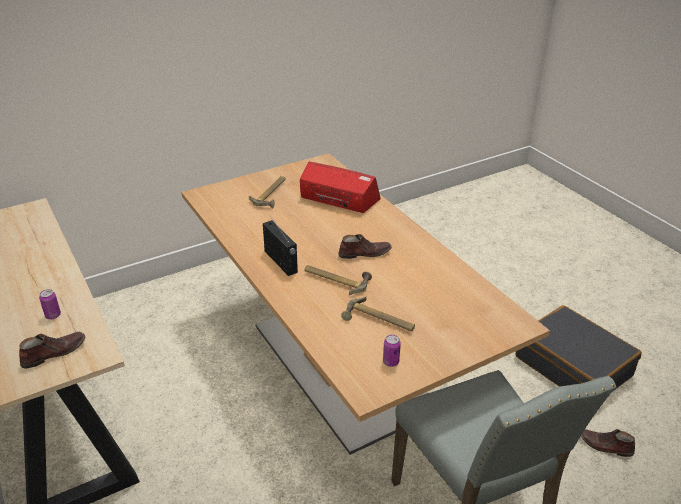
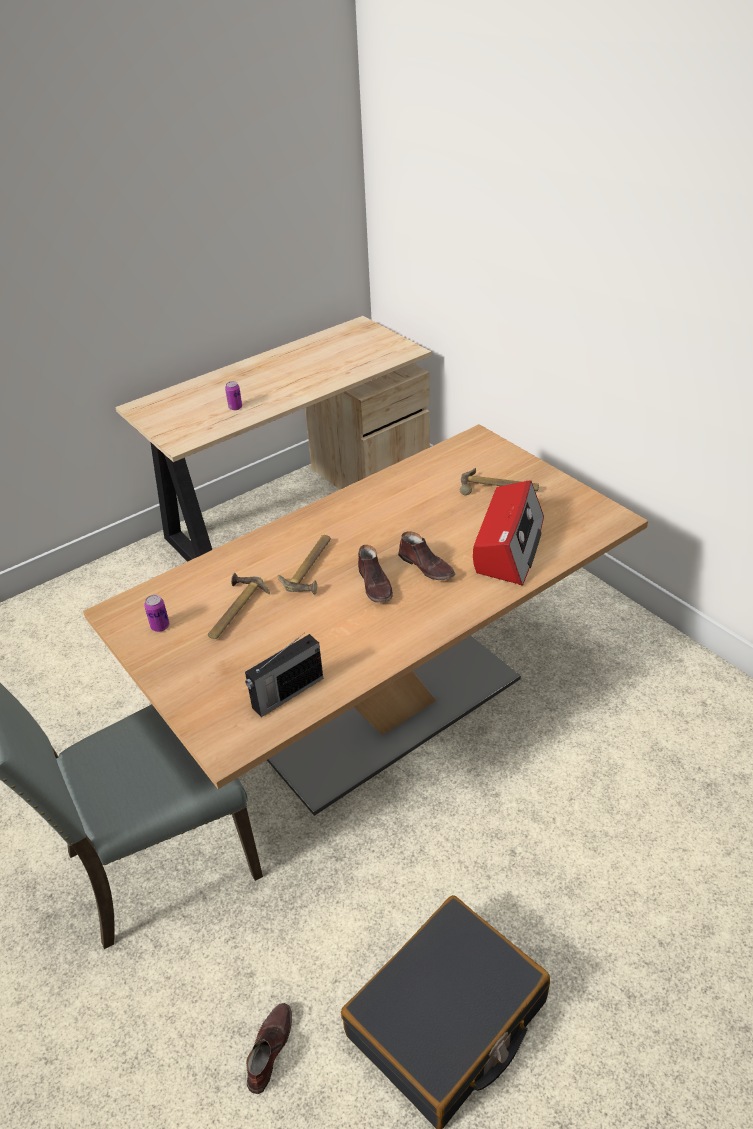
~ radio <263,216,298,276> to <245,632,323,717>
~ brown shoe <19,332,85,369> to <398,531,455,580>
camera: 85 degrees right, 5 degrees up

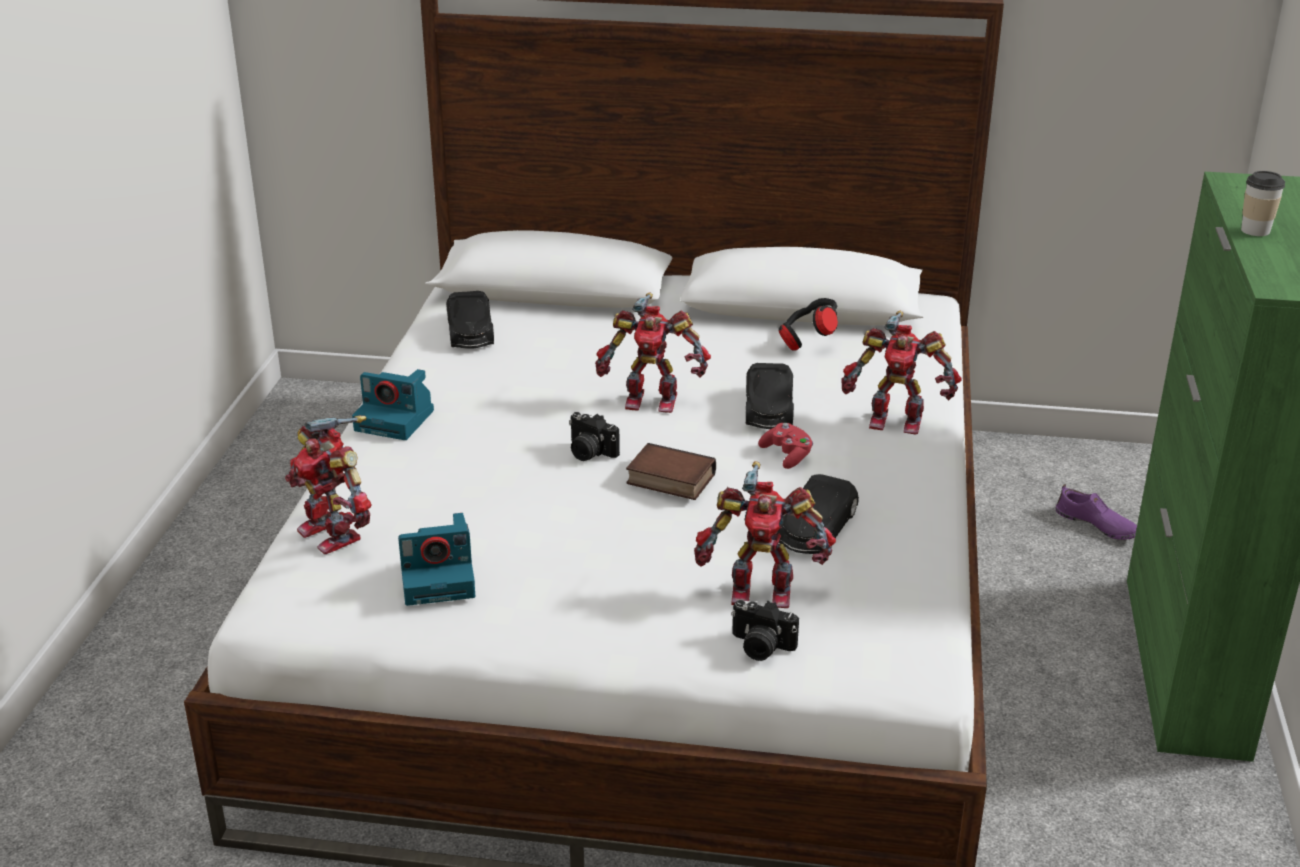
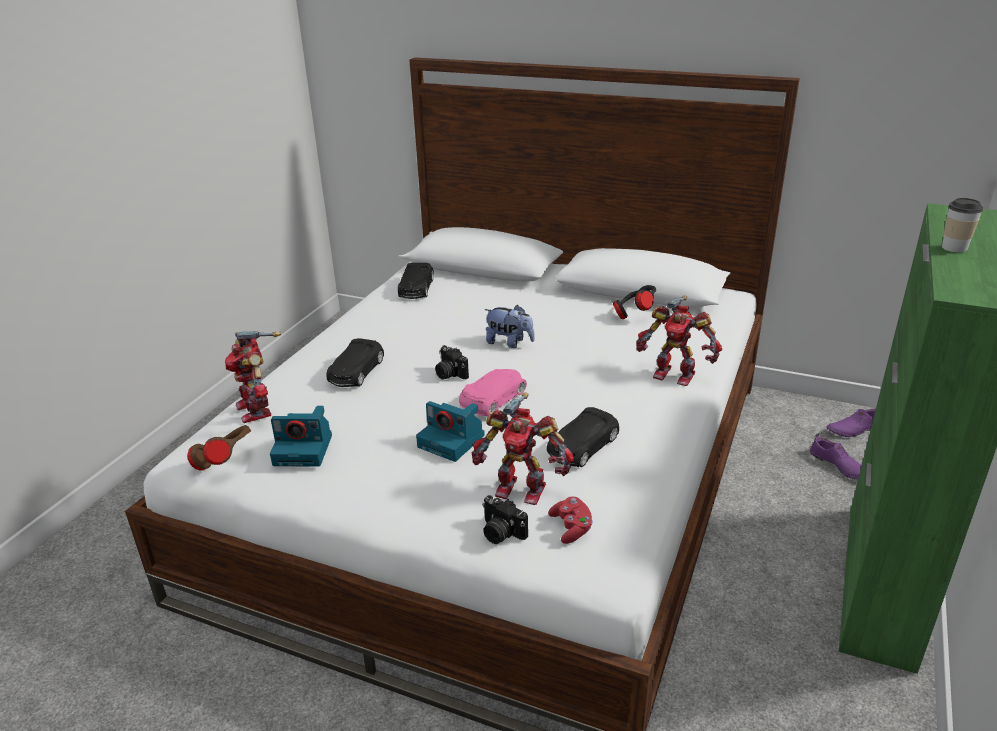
~ toy robot <595,292,711,413> to plush toy <484,305,535,348>
~ black toy car <746,363,794,429> to <326,338,384,387>
~ photo camera <352,369,434,440> to <416,401,485,462>
~ red game controller <758,423,813,469> to <548,496,593,544>
~ book <626,443,716,500> to pink toy car <459,369,527,416>
+ purple shoe <826,408,876,437>
+ brown headphones <187,425,251,471>
camera: 15 degrees right, 0 degrees up

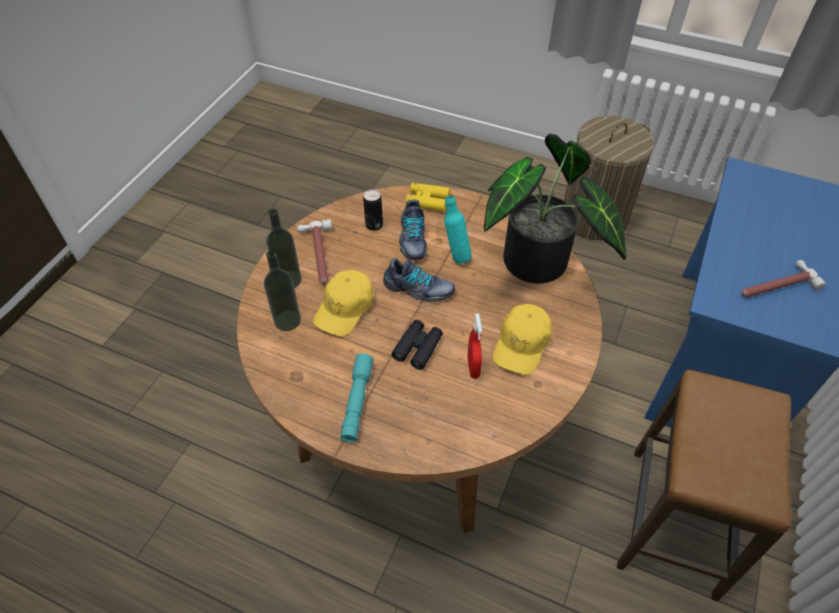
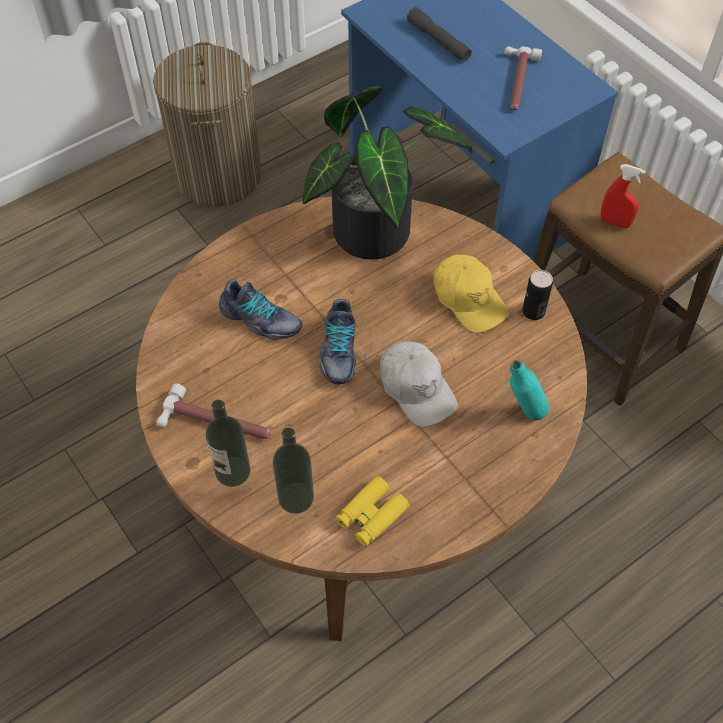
~ yellow binoculars <406,183,450,212> to <336,476,409,546>
~ can <363,189,383,230> to <522,270,553,320>
~ turquoise bottle <444,195,471,264> to <510,360,549,421>
~ shoe <383,258,455,302> = <319,299,356,384> 135 degrees clockwise
- yellow cap <313,270,373,336>
~ red spray bottle <467,314,482,379> to <600,164,646,228>
~ black binoculars <391,319,443,370> to white cap <380,342,458,427>
- turquoise flashlight <340,353,374,442>
+ grey flashlight <407,7,472,62>
camera: 60 degrees left, 5 degrees up

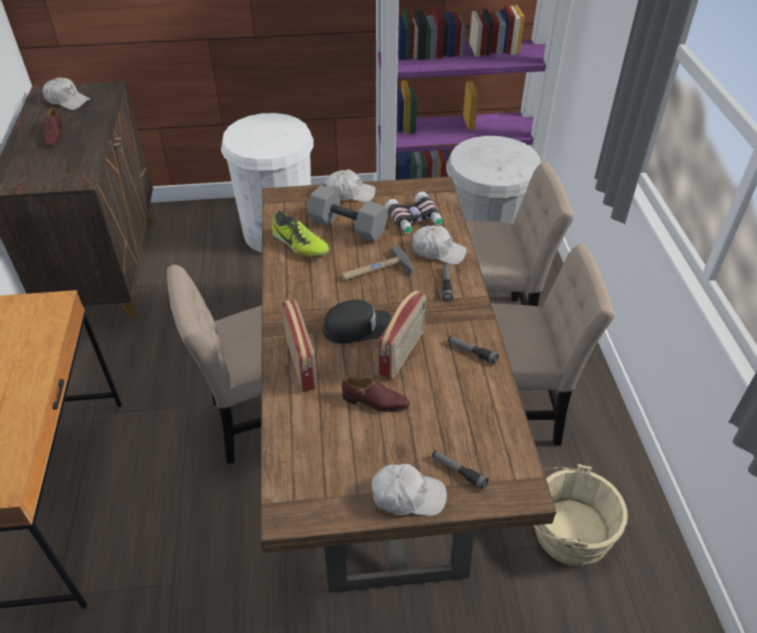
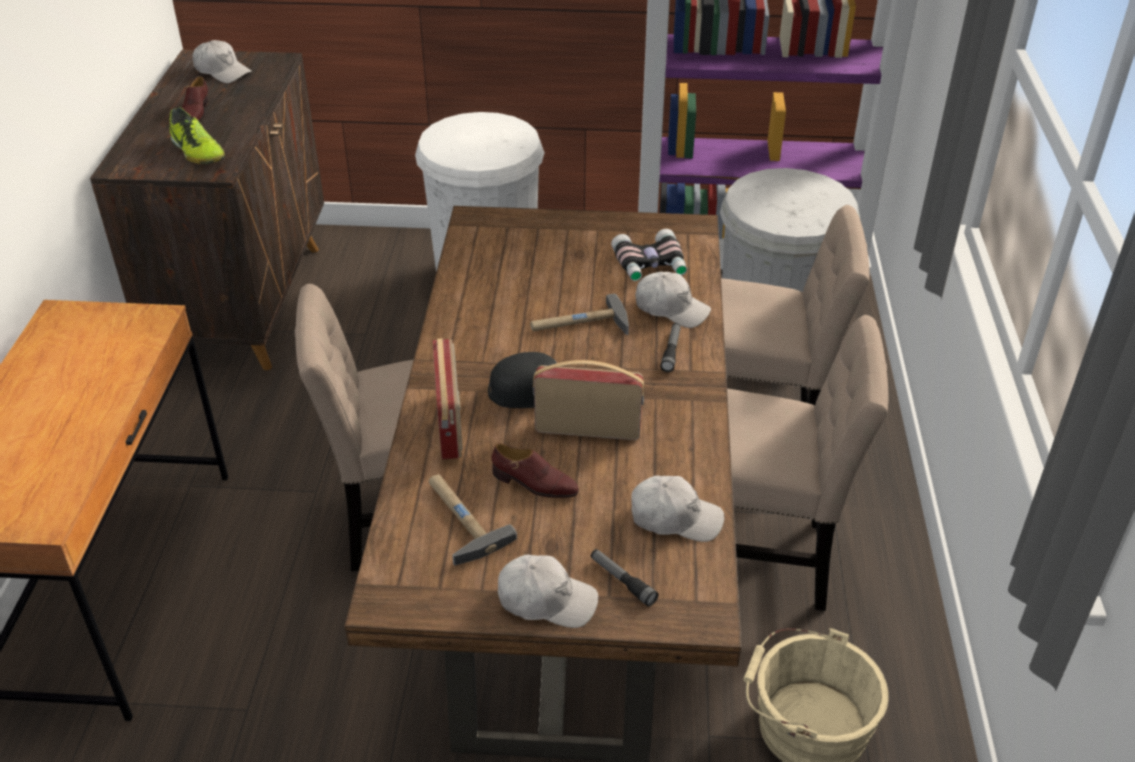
~ white cap <325,169,376,202> to <631,476,724,542>
- grey dumbbell <307,185,388,243>
~ shoe <272,210,330,258> to <170,107,225,164>
~ radio <379,291,426,379> = <533,360,644,440> 120 degrees counterclockwise
- flashlight <448,336,499,364>
+ hammer <428,475,517,566>
camera: 10 degrees right, 5 degrees down

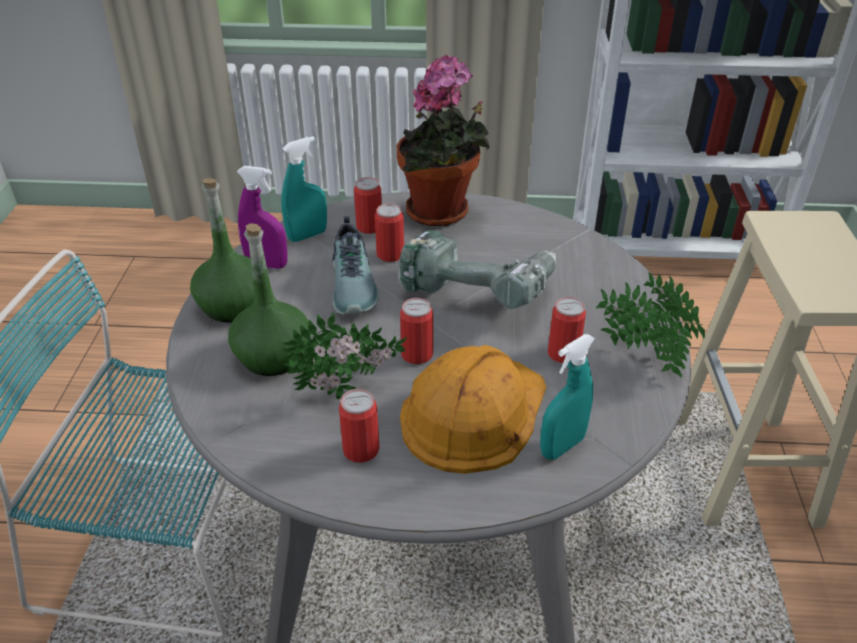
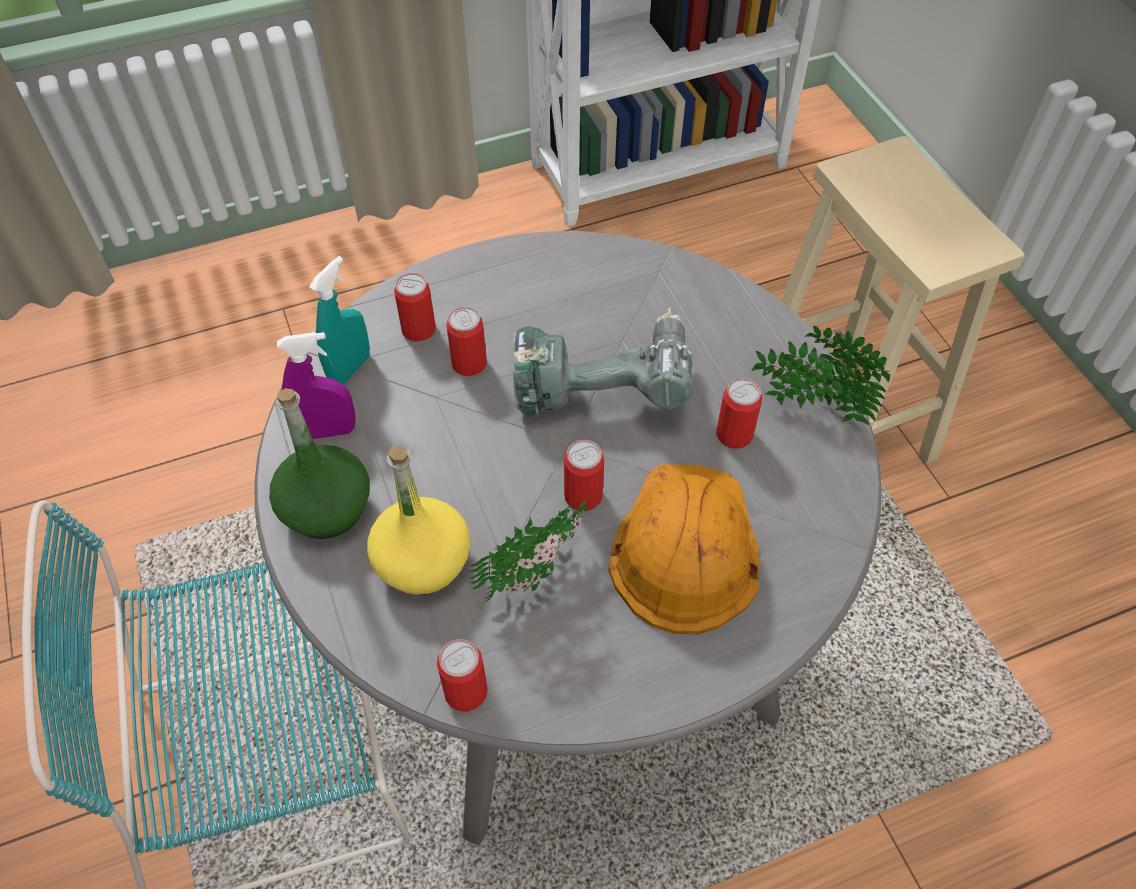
- potted plant <397,55,489,226>
- shoe <332,216,379,315>
~ green bottle <228,223,311,376> to yellow bottle <367,445,470,595>
- turquoise spray bottle <540,334,595,460>
~ can <339,389,380,463> to <437,639,488,712>
camera: 25 degrees left, 15 degrees up

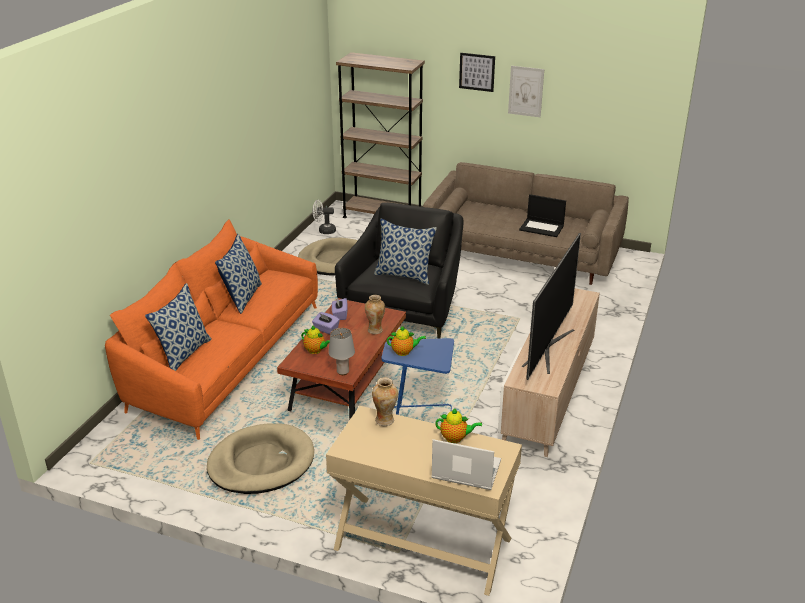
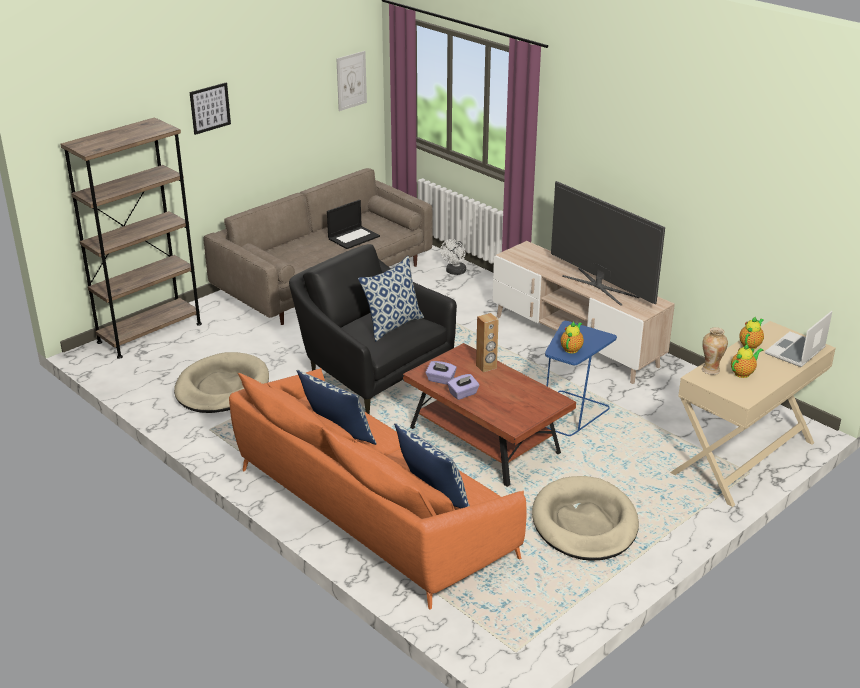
~ picture <508,66,544,117> to <336,51,367,111>
~ white fan <313,200,336,234> to <440,239,466,275>
~ vase <365,295,385,334> to brown speaker <476,313,499,372>
~ teapot <301,325,330,354> to <731,344,763,378>
- grey table lamp <328,328,355,375>
camera: 65 degrees left, 0 degrees up

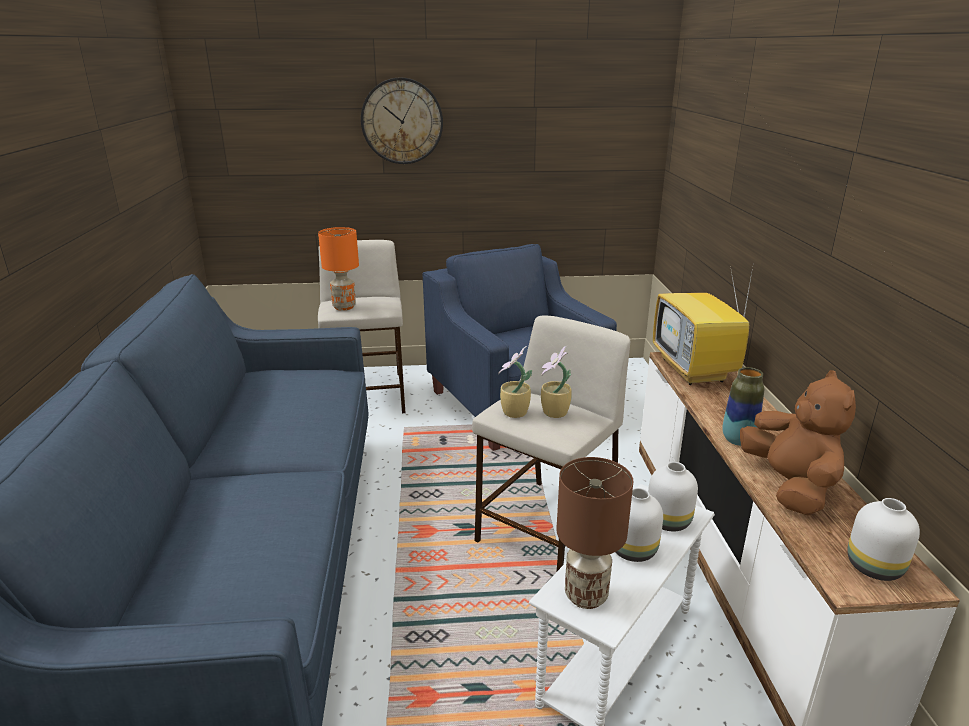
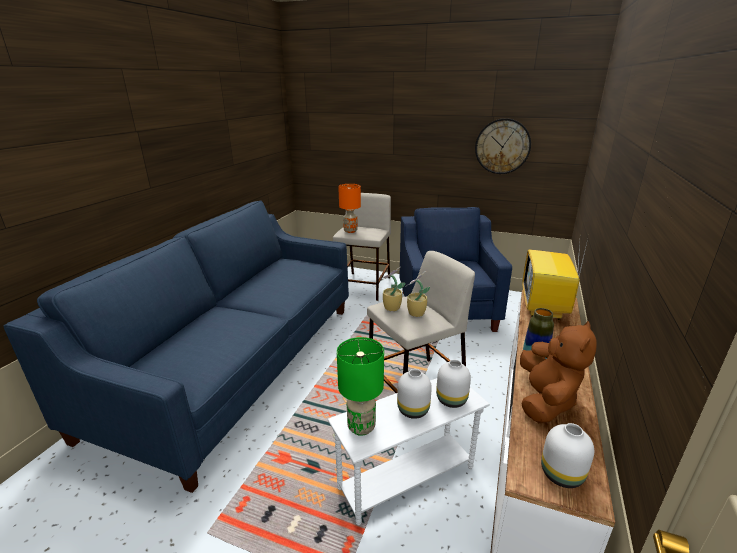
~ wall clock <361,77,443,164> to <475,118,531,174>
~ brown table lamp <556,457,633,609> to green table lamp <337,337,384,436>
camera: 25 degrees right, 0 degrees up

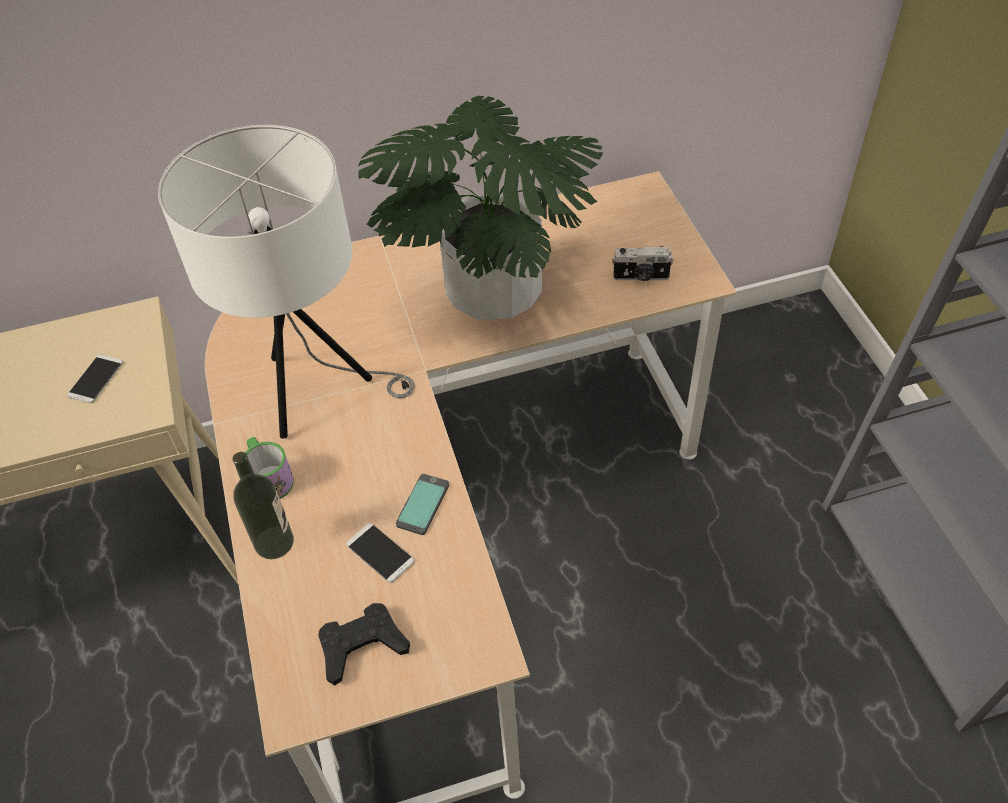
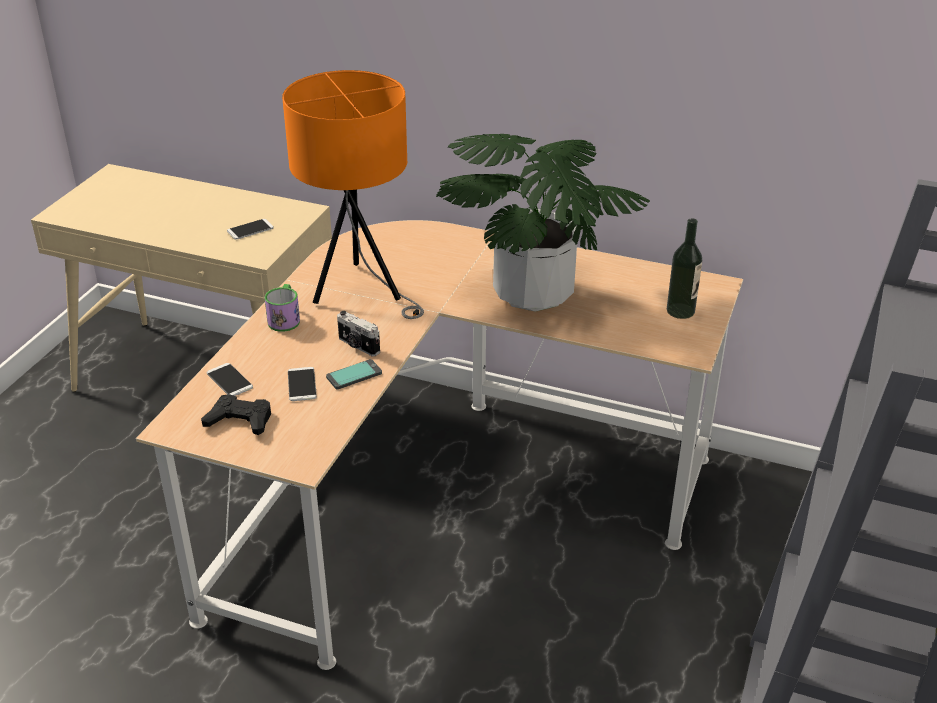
~ white table lamp <158,125,415,439> to orange table lamp <282,70,424,319>
~ photo camera <612,246,674,281> to <337,311,380,356>
~ bottle <232,452,294,559> to <667,218,702,319>
+ phone <207,363,253,396>
camera: 35 degrees right, 15 degrees down

